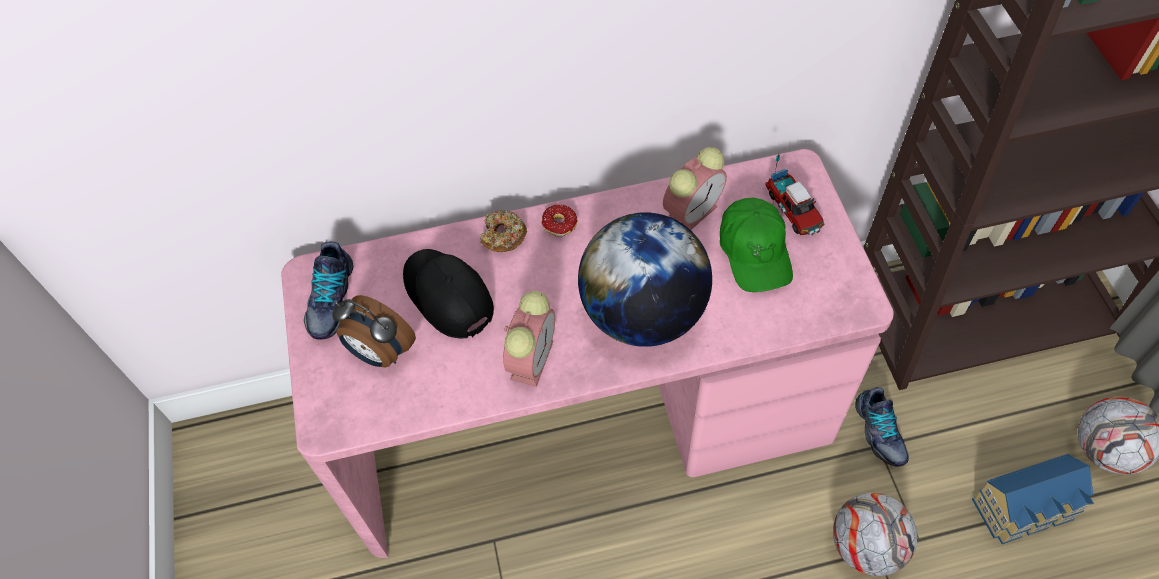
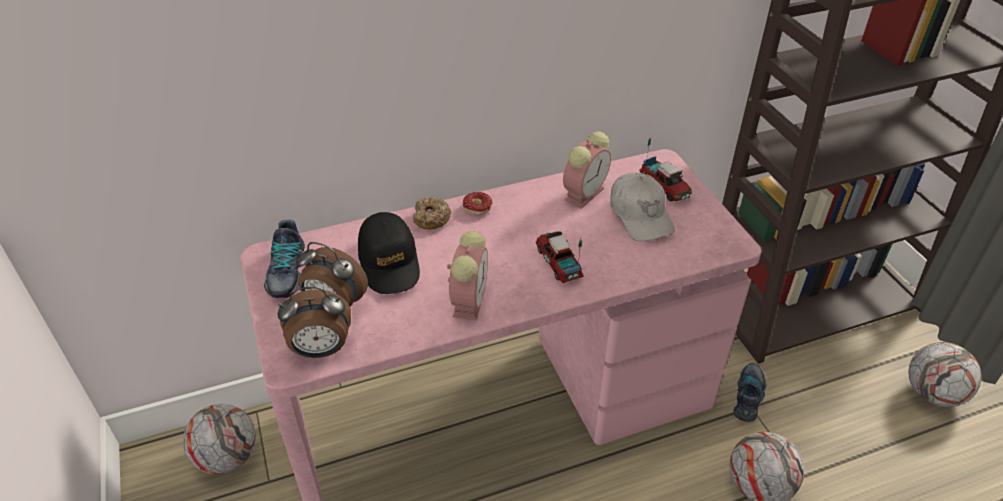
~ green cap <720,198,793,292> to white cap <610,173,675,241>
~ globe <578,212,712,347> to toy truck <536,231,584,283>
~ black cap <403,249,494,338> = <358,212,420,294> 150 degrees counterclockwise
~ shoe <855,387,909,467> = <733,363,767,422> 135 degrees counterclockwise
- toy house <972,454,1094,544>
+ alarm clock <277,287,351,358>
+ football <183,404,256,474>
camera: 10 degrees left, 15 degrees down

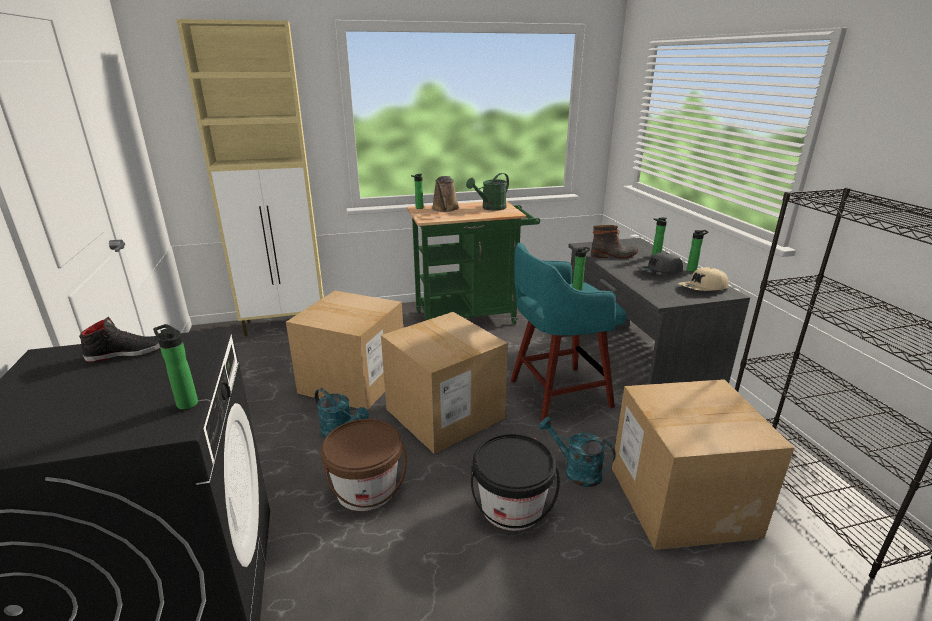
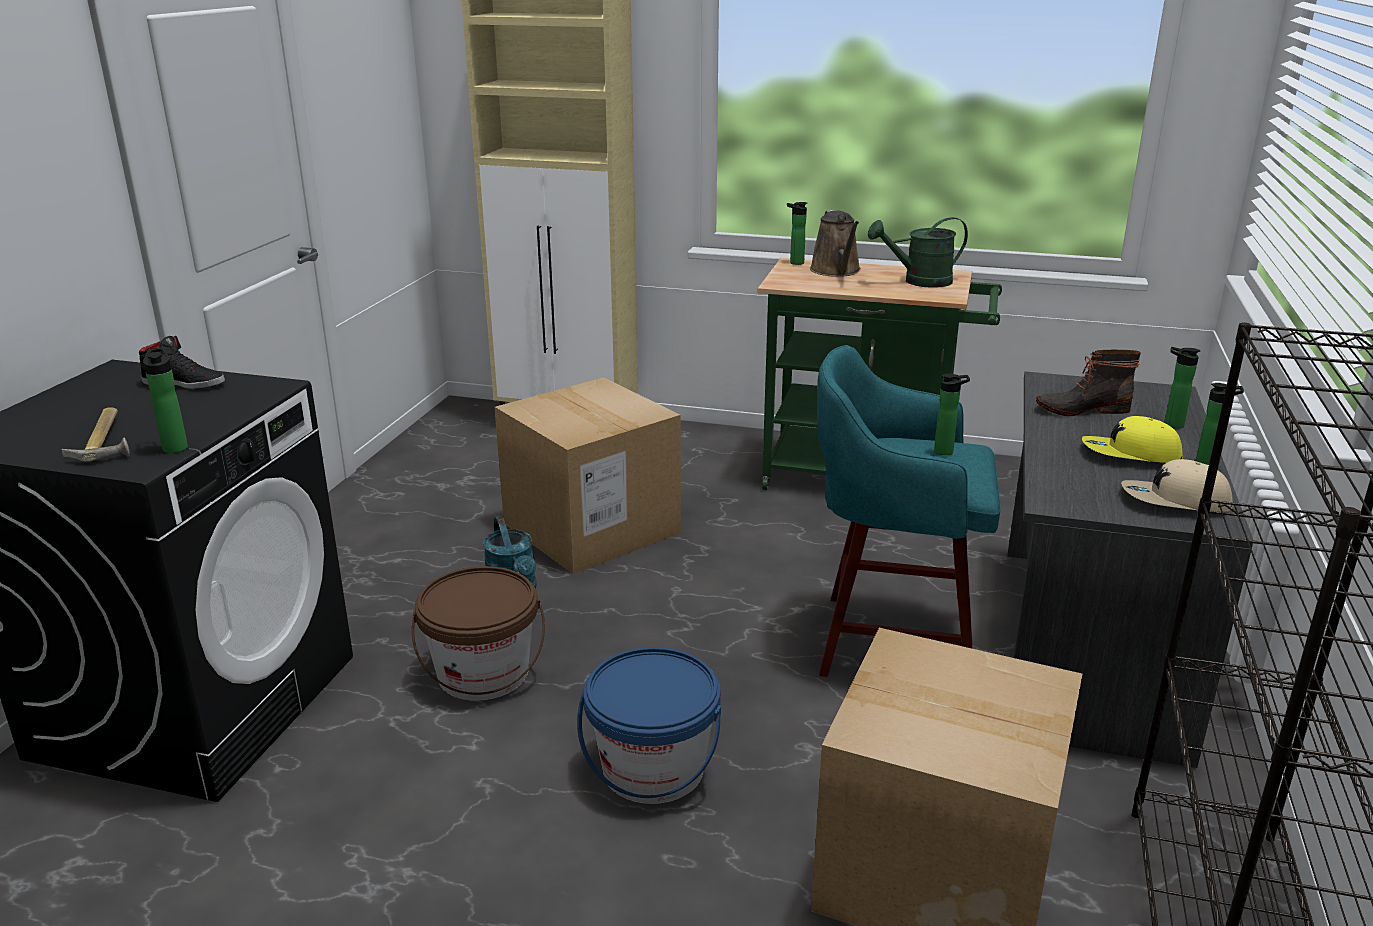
~ brown watering can <432,176,459,212> = <810,210,861,277> 45 degrees counterclockwise
~ boot <591,225,638,259> = <1036,350,1141,416> 150 degrees clockwise
~ grey cap <636,252,683,274> to yellow cap <1082,416,1183,463>
- cardboard box <381,312,508,454>
- turquoise watering can <538,417,616,487>
~ black bucket <471,433,560,531> to blue bucket <577,647,721,804>
+ hammer <61,407,130,462>
camera: 30 degrees right, 0 degrees up

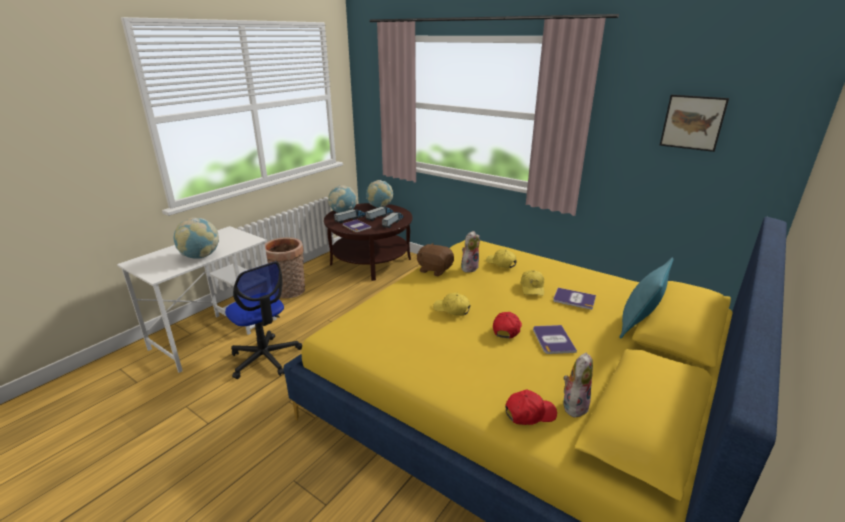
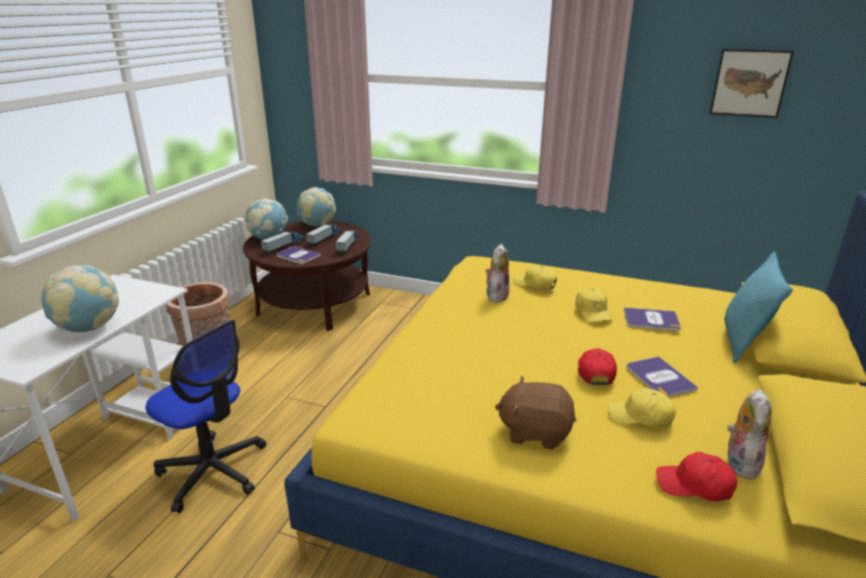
~ brown plush toy <417,243,454,277> to <495,376,576,449>
~ yellow cap <433,293,471,316> to <608,388,676,428>
~ red cap <505,390,557,425> = <656,452,737,501> 135 degrees counterclockwise
camera: 15 degrees left, 0 degrees up

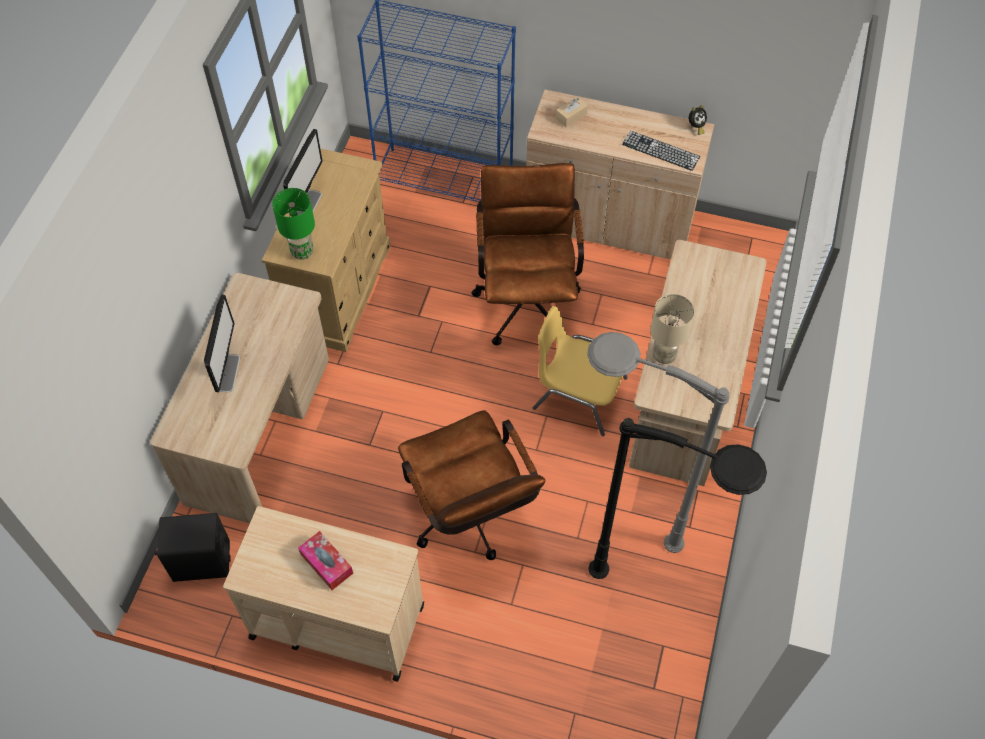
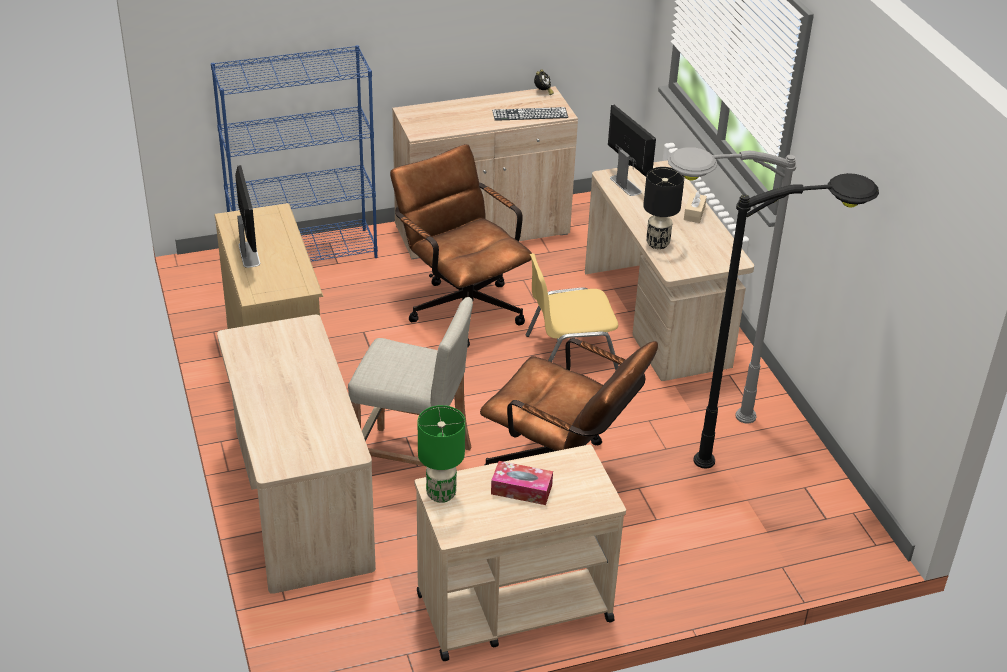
~ beige tissue box <556,97,588,127> to <684,190,707,223>
~ green table lamp <272,188,315,260> to <418,405,465,503>
~ beige table lamp <651,294,695,364> to black table lamp <643,167,684,249>
~ monitor <204,295,240,392> to <608,105,656,196>
- black speaker <154,513,231,582>
+ beige stool <348,297,473,466>
camera: 35 degrees left, 20 degrees down

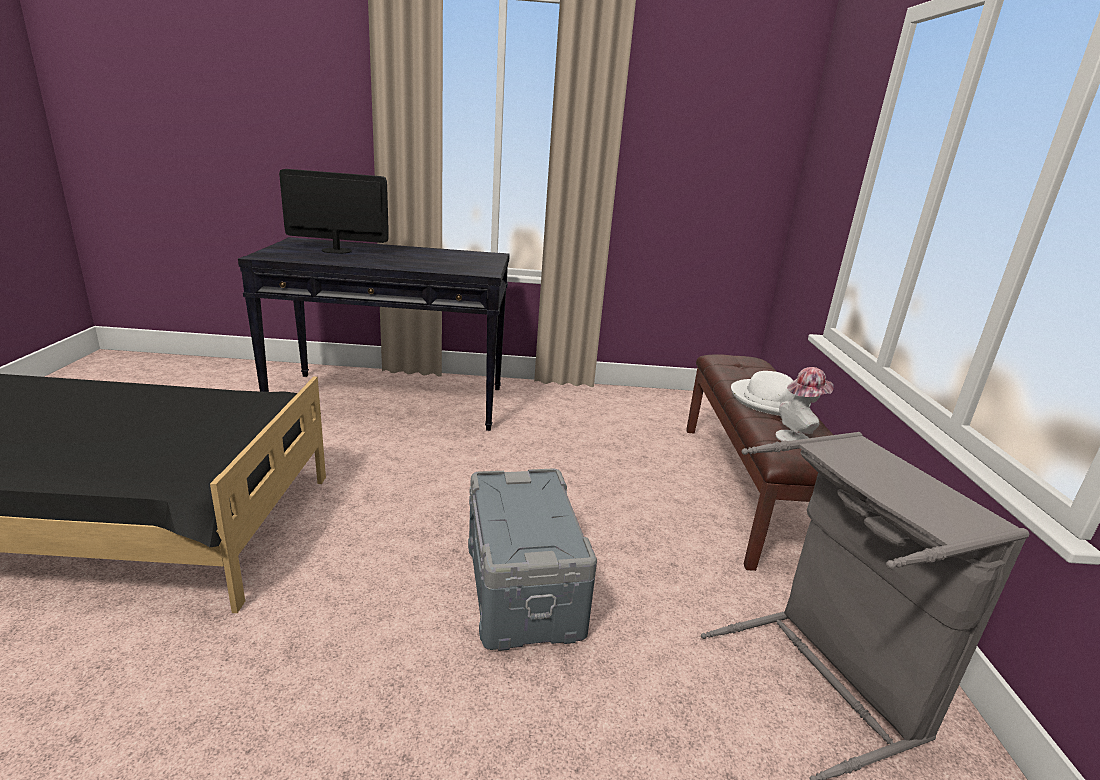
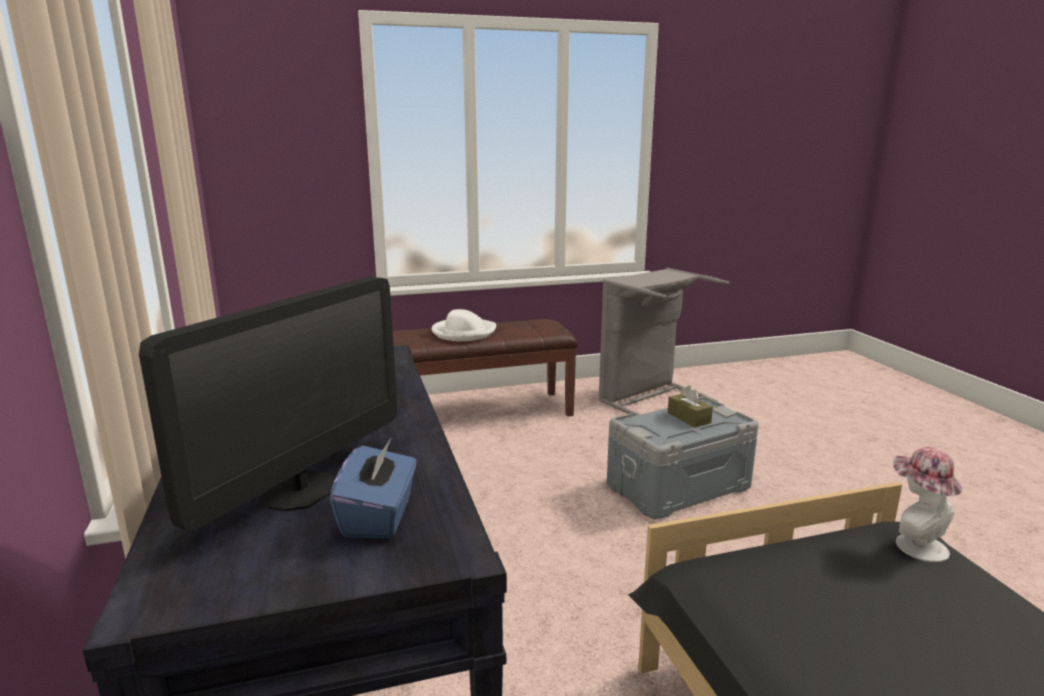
~ monitor <279,169,389,254> = <139,276,397,531> 135 degrees counterclockwise
~ hat <775,367,834,441> to <893,447,963,562>
+ brown tissue box <668,385,713,427>
+ blue tissue box <330,437,417,538>
camera: 105 degrees left, 5 degrees down

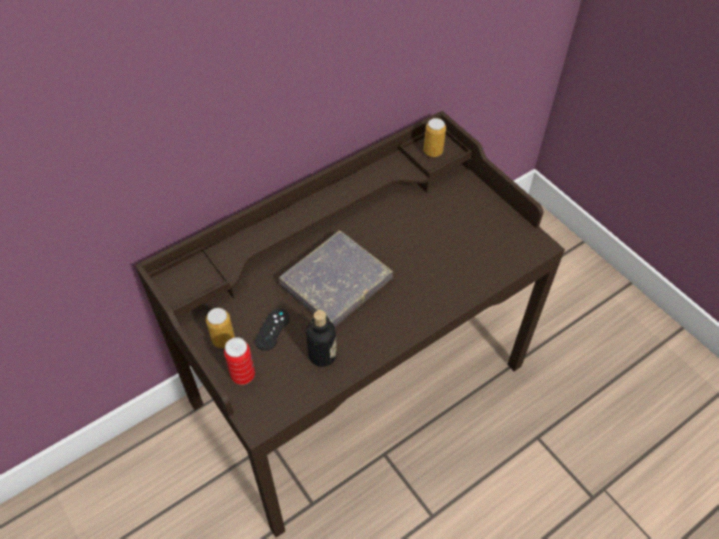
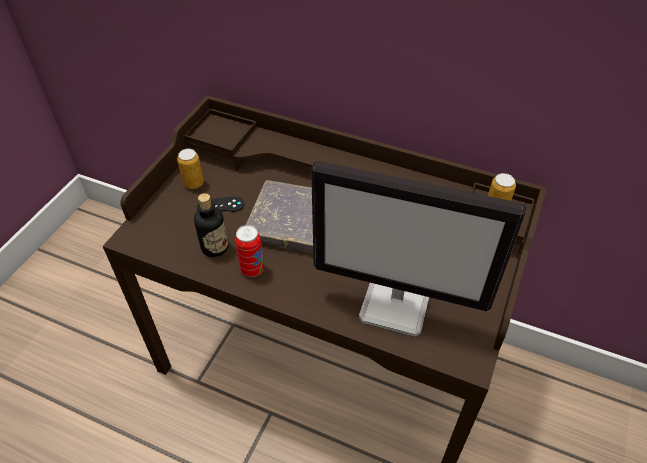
~ can <224,337,255,385> to <235,225,264,277>
+ monitor <311,161,526,337>
camera: 60 degrees right, 5 degrees down

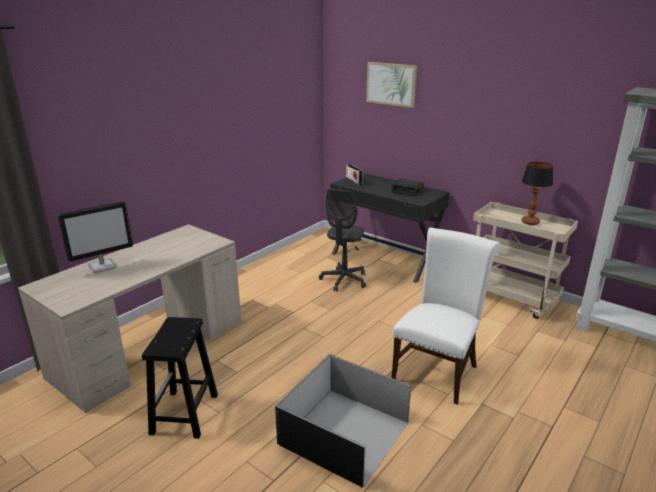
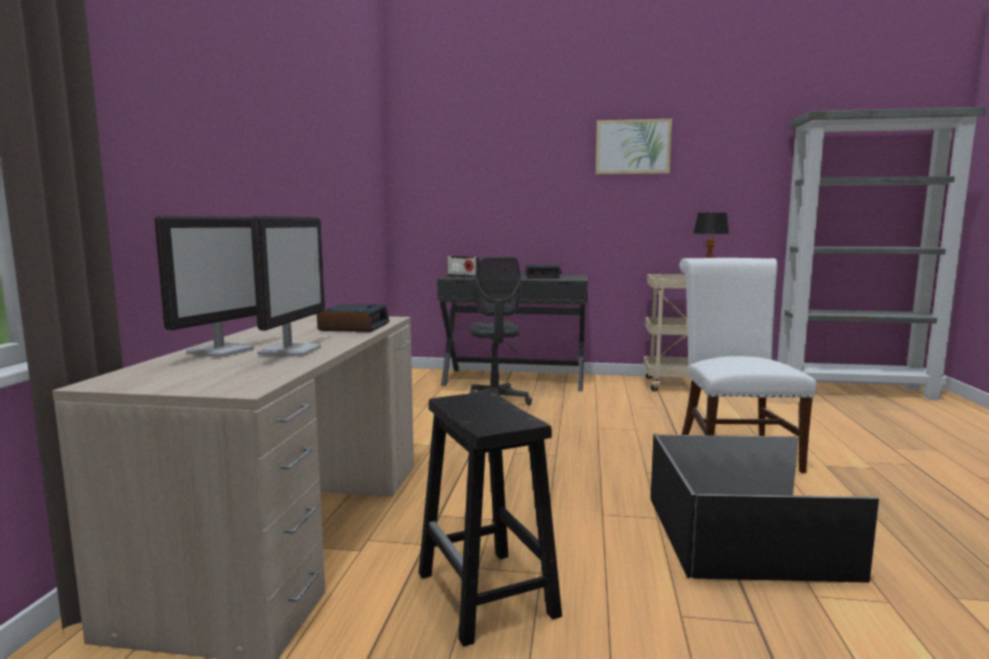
~ picture <366,62,417,108> to <596,119,672,174>
+ monitor <250,216,325,357>
+ alarm clock <317,304,389,332>
camera: 30 degrees left, 15 degrees down

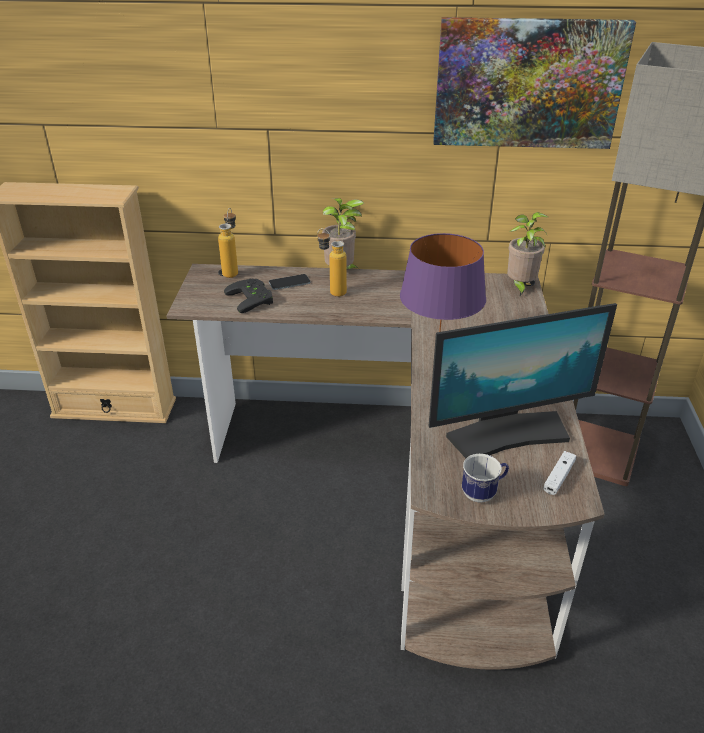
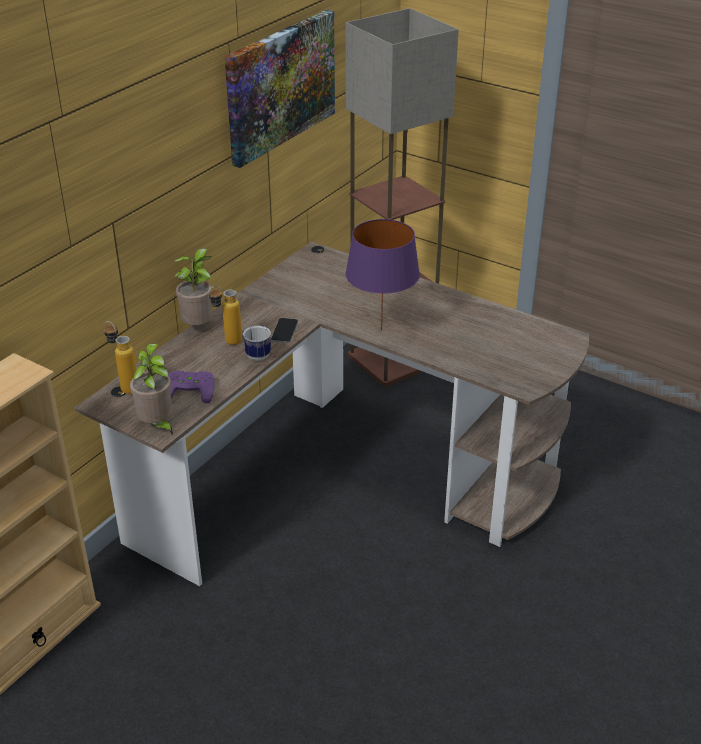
~ potted plant <507,212,548,296> to <130,343,173,436>
~ phone <269,274,311,290> to <271,318,298,343>
~ black game controller <224,279,273,313> to purple game controller <168,371,215,403>
- monitor <429,303,617,458>
- white game controller <544,451,576,495>
~ mug <462,454,509,503> to <243,325,271,361>
camera: 60 degrees left, 0 degrees up

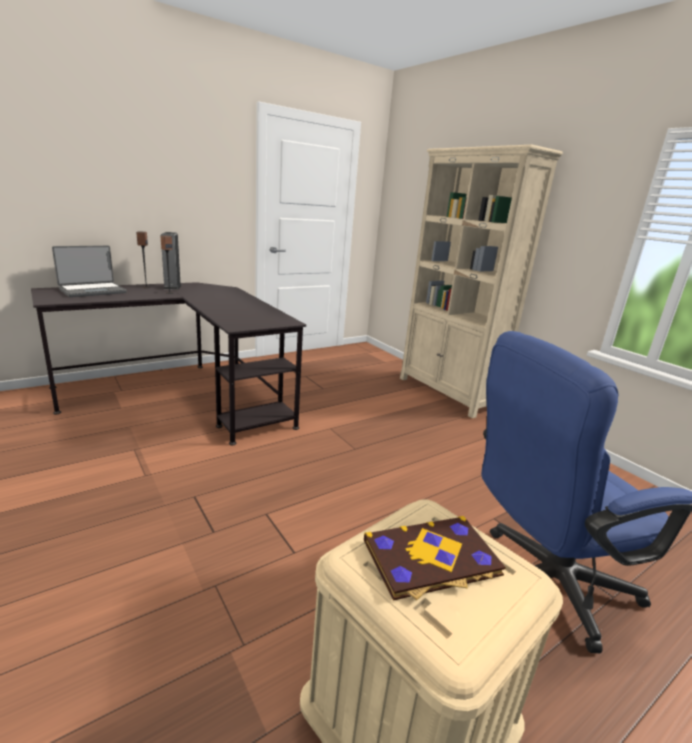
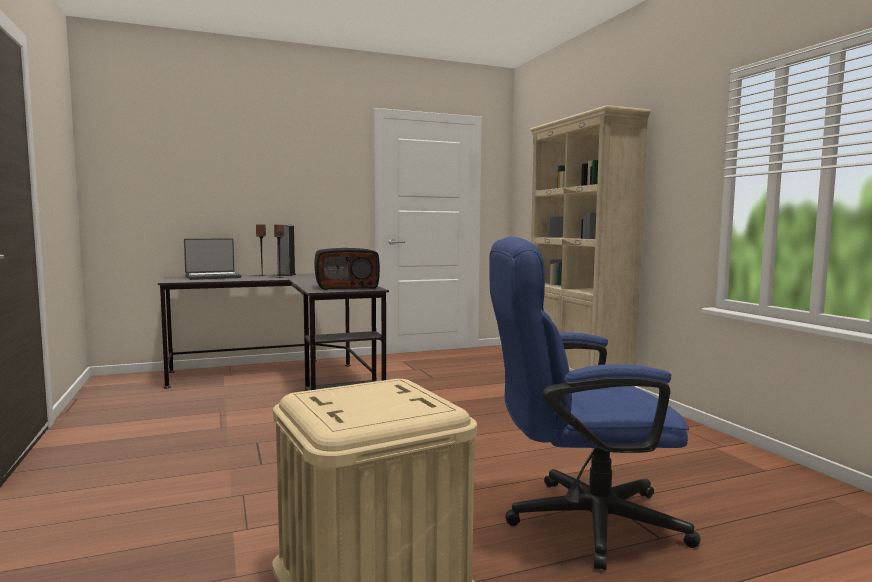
- book <364,516,506,601>
+ radio <315,248,380,290>
camera: 15 degrees right, 15 degrees down

